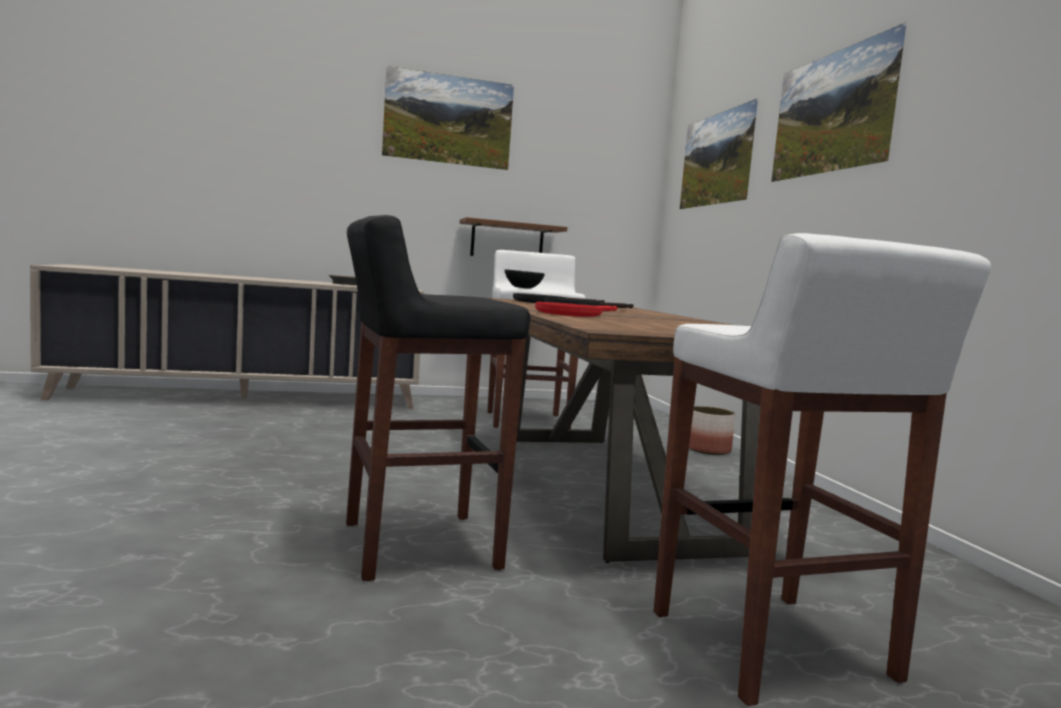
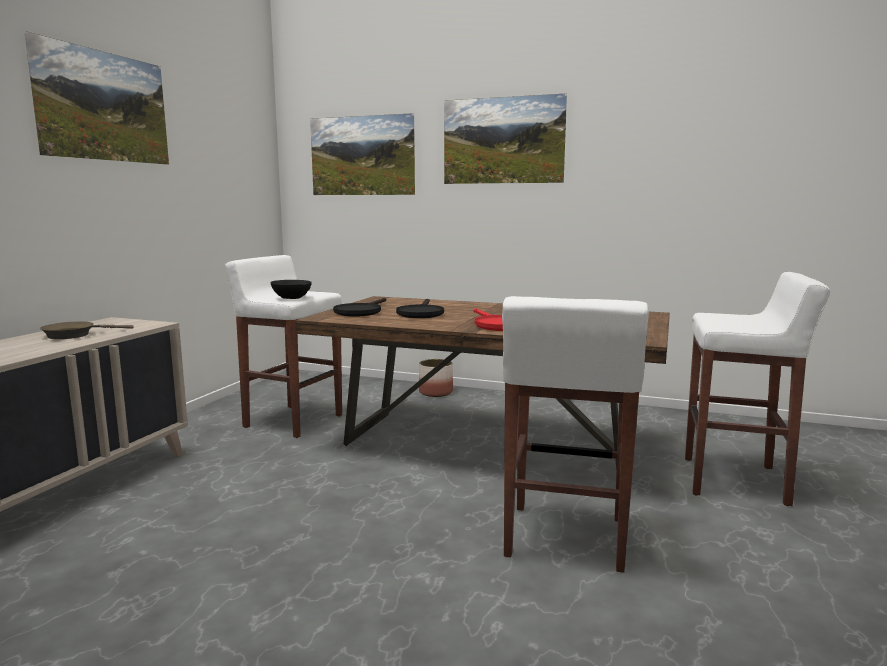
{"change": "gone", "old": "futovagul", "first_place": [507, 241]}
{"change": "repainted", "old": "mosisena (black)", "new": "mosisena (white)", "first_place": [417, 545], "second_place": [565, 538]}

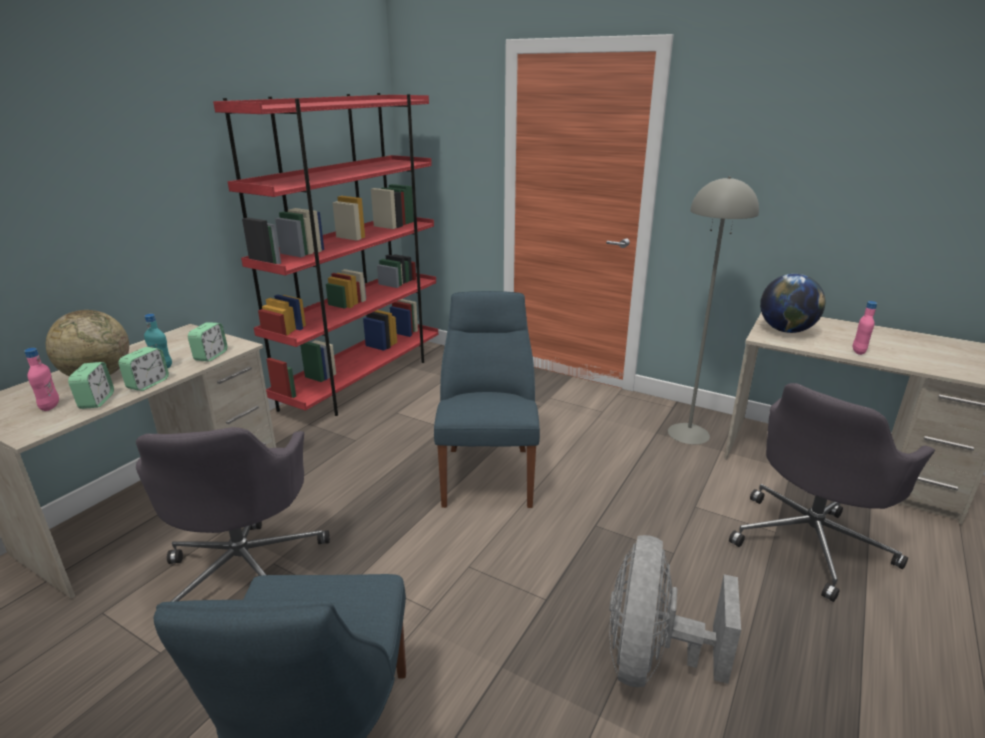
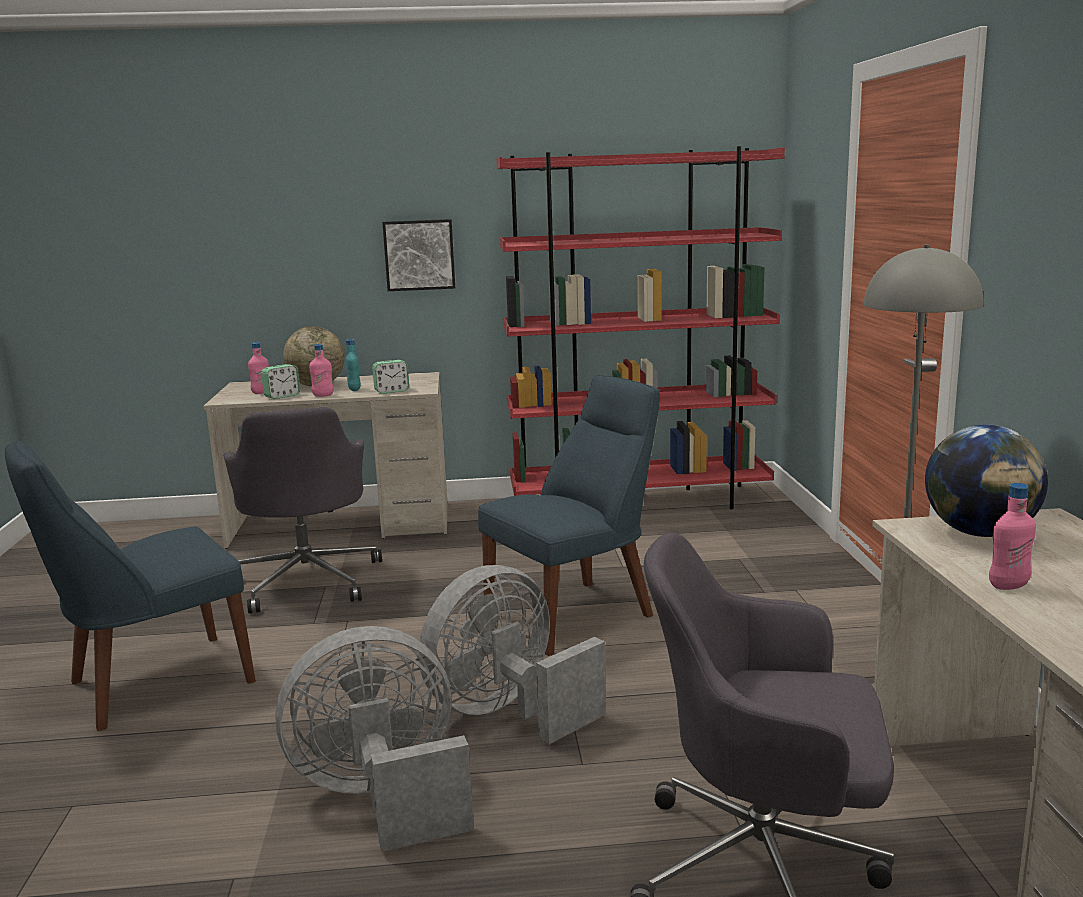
{"change": "new", "new": "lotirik", "second_place": [419, 255]}
{"change": "new", "new": "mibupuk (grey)", "second_place": [507, 712]}
{"change": "swapped", "old": "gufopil", "new": "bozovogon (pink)", "first_place": [148, 384], "second_place": [323, 395]}
{"change": "rotated", "old": "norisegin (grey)", "first_place": [246, 569], "second_place": [308, 580], "degrees": -60}

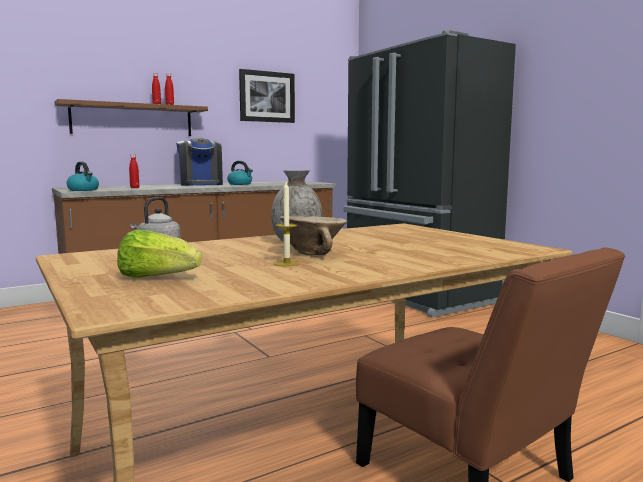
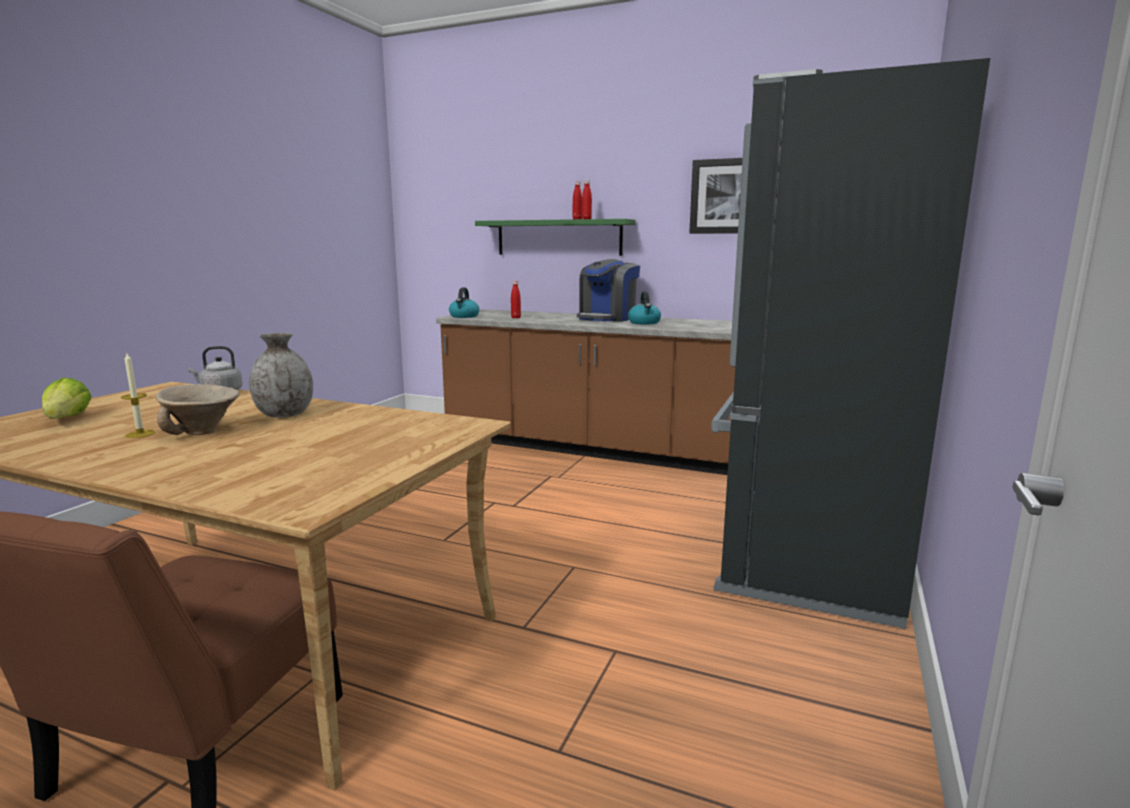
{"change": "repainted", "old": "futovagul (brown)", "new": "futovagul (green)", "first_place": [133, 120], "second_place": [558, 237]}

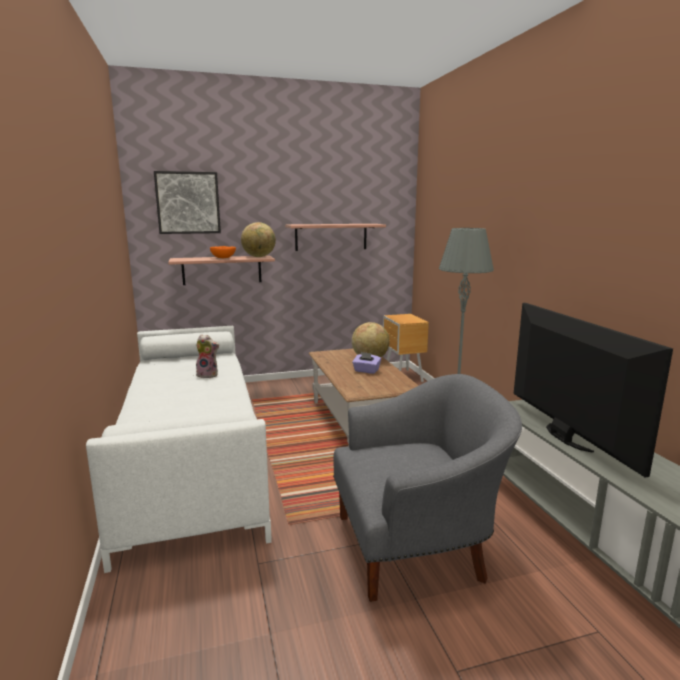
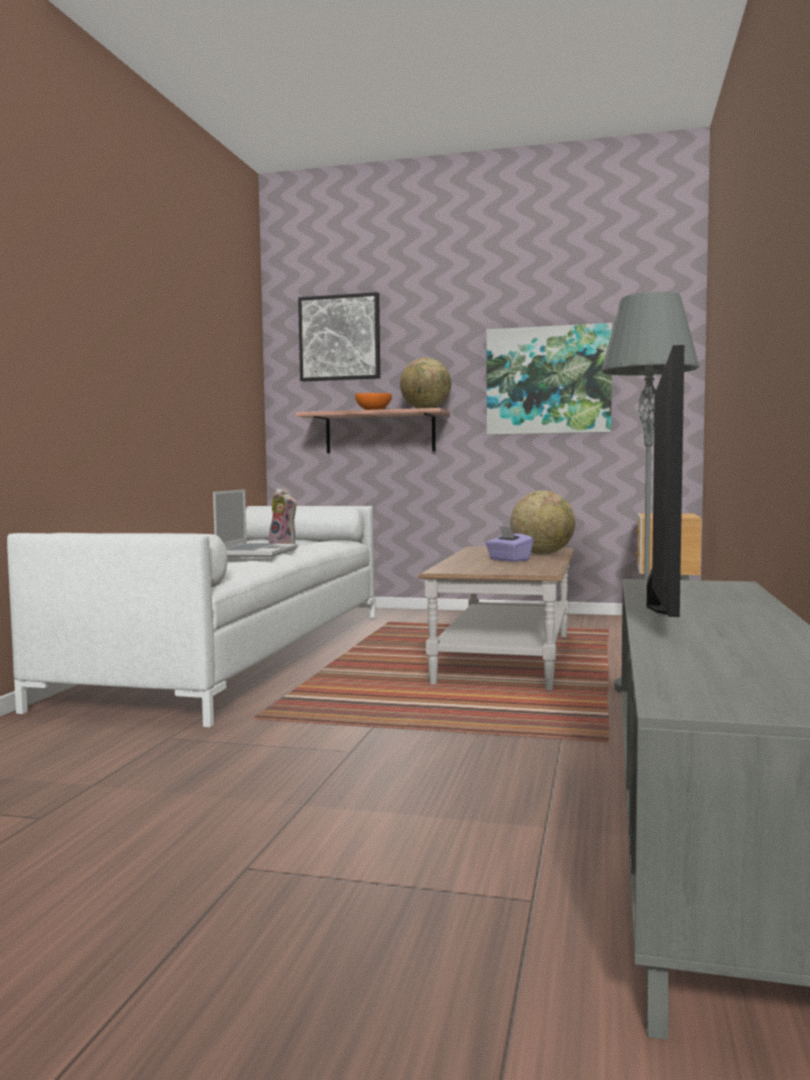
{"change": "gone", "old": "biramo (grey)", "first_place": [415, 547]}
{"change": "new", "new": "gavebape", "second_place": [256, 552]}
{"change": "swapped", "old": "futovagul", "new": "lotirik", "first_place": [331, 237], "second_place": [548, 380]}

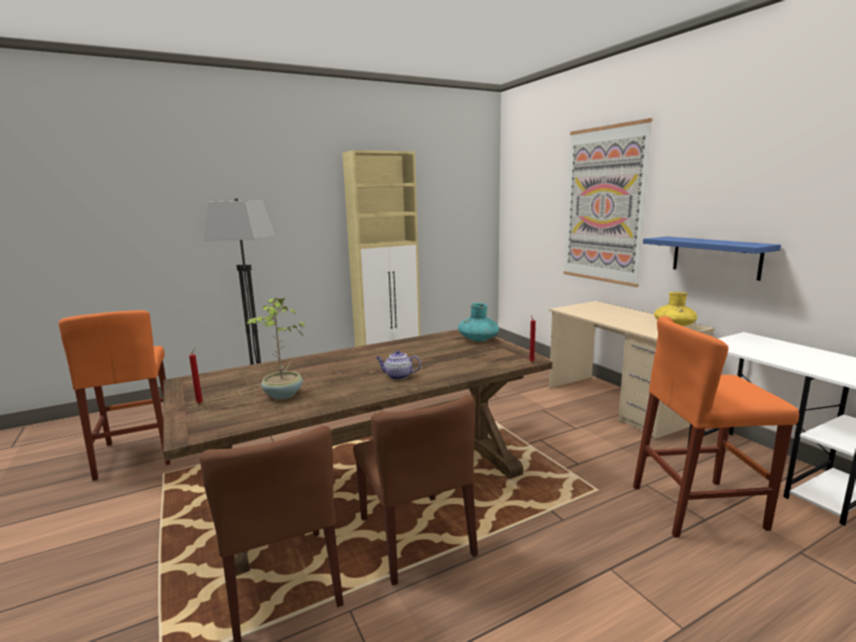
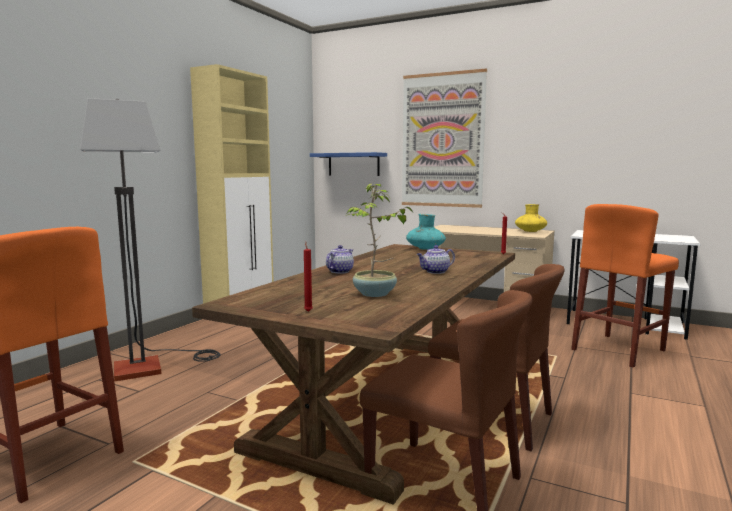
{"change": "new", "new": "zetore", "second_place": [340, 271]}
{"change": "shifted", "old": "futovagul (blue)", "first_place": [715, 257], "second_place": [353, 164]}

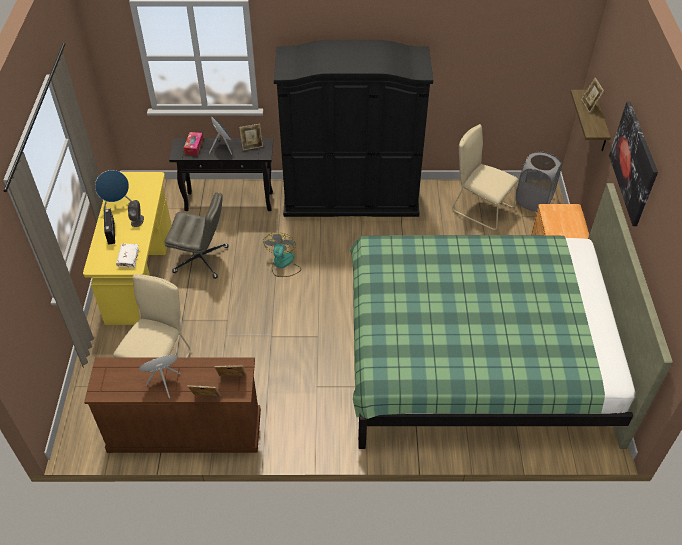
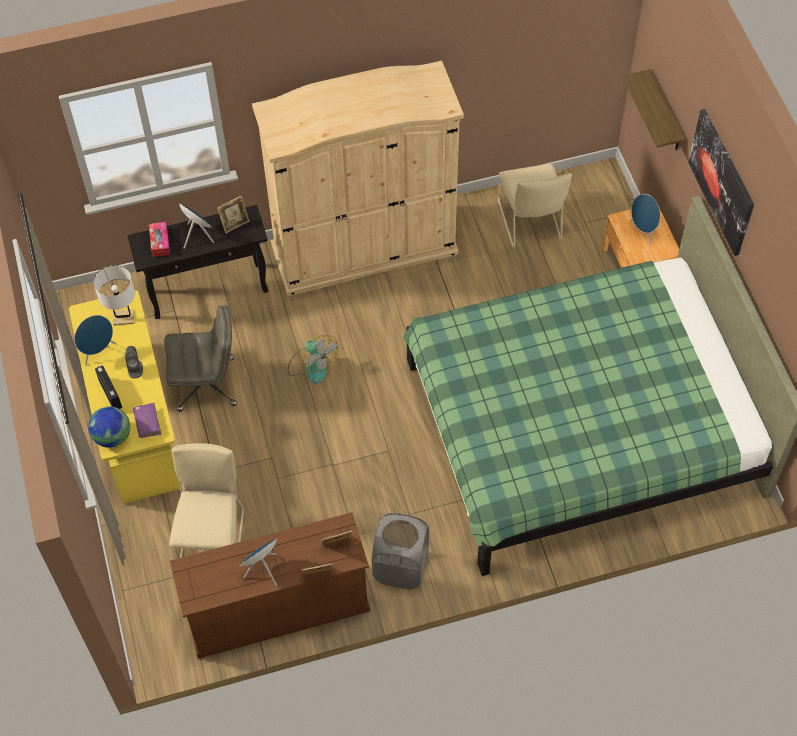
{"change": "gone", "old": "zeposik", "first_place": [589, 105]}
{"change": "new", "new": "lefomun", "second_place": [112, 436]}
{"change": "new", "new": "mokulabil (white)", "second_place": [123, 317]}
{"change": "new", "new": "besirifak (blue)", "second_place": [643, 231]}
{"change": "shifted", "old": "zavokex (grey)", "first_place": [533, 200], "second_place": [401, 567]}
{"change": "repainted", "old": "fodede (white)", "new": "fodede (purple)", "first_place": [128, 258], "second_place": [147, 423]}
{"change": "repainted", "old": "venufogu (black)", "new": "venufogu (beige)", "first_place": [351, 199], "second_place": [364, 249]}
{"change": "rotated", "old": "mibupuk", "first_place": [283, 264], "second_place": [311, 365], "degrees": 150}
{"change": "rotated", "old": "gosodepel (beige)", "first_place": [480, 208], "second_place": [530, 223], "degrees": -120}

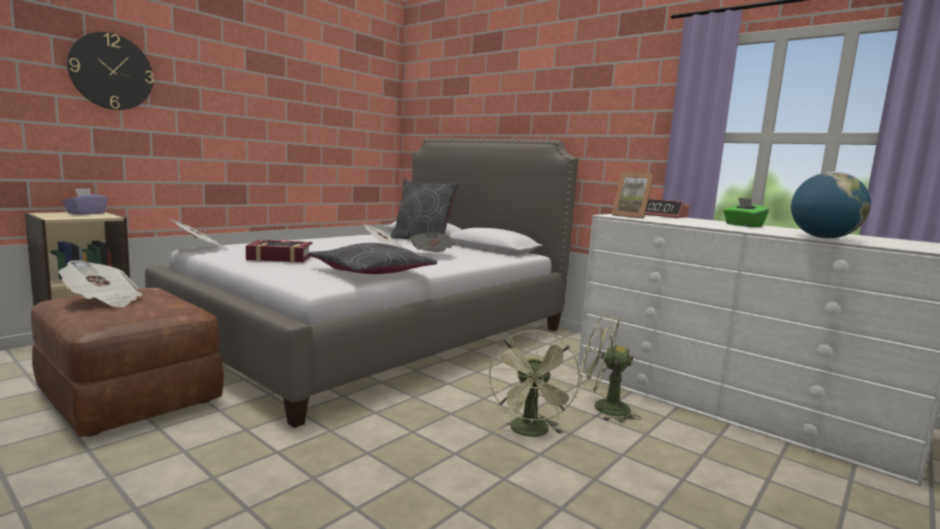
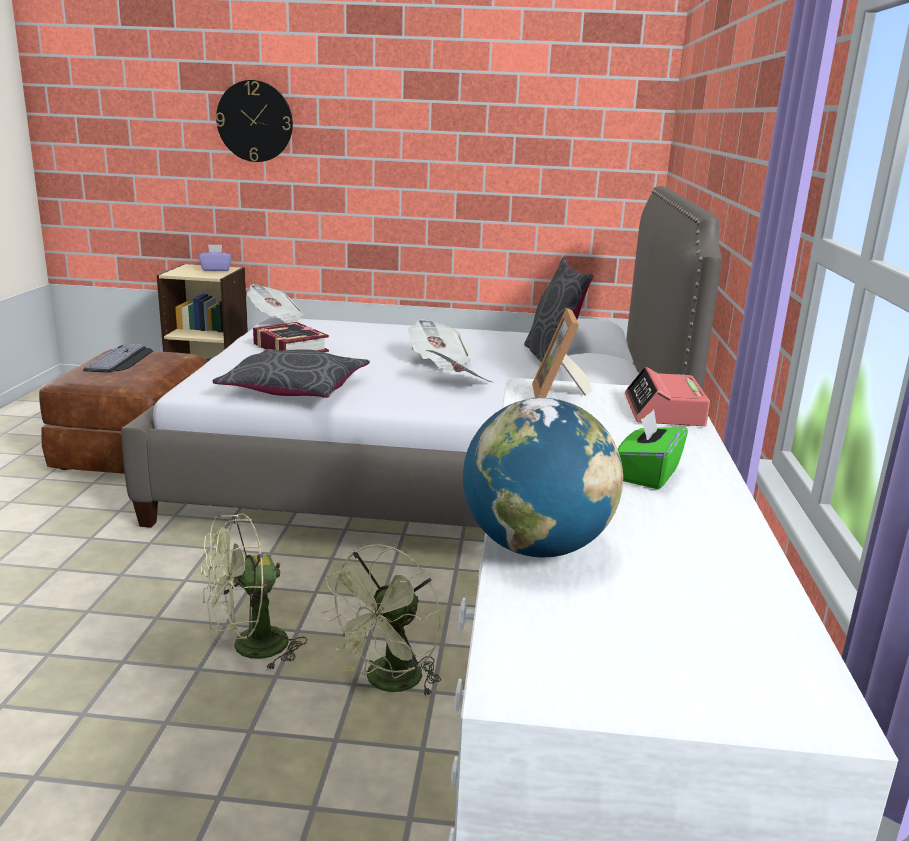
{"change": "swapped", "old": "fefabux", "new": "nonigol", "first_place": [103, 301], "second_place": [122, 359]}
{"change": "rotated", "old": "mibupuk (green)", "first_place": [602, 408], "second_place": [388, 683], "degrees": -135}

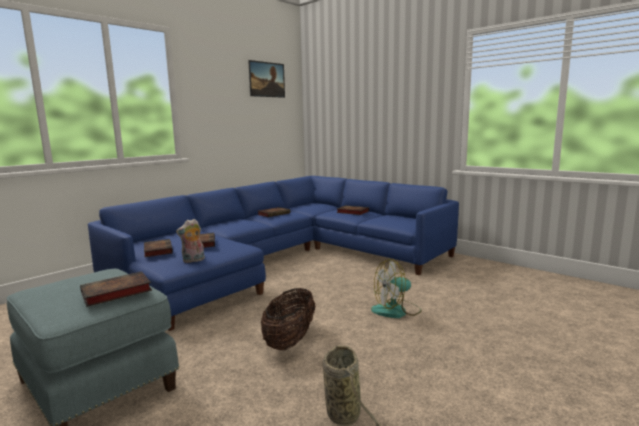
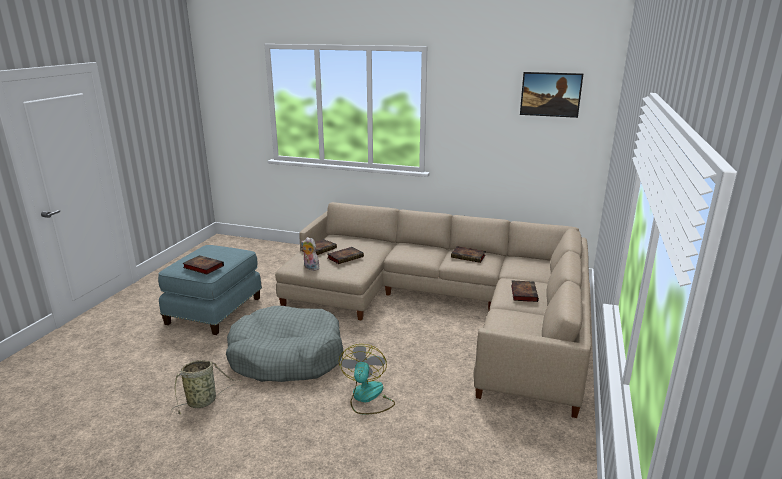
{"change": "swapped", "old": "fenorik", "new": "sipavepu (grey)", "first_place": [290, 340], "second_place": [286, 356]}
{"change": "repainted", "old": "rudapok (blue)", "new": "rudapok (beige)", "first_place": [282, 260], "second_place": [446, 306]}
{"change": "rotated", "old": "mibupuk", "first_place": [396, 311], "second_place": [367, 397], "degrees": 45}

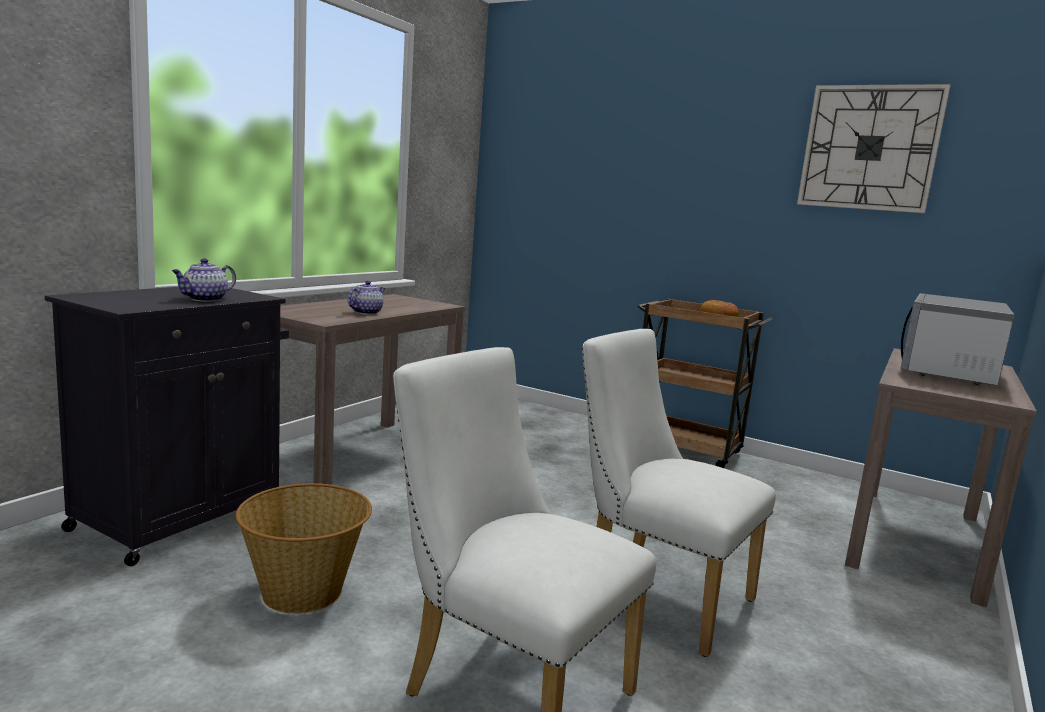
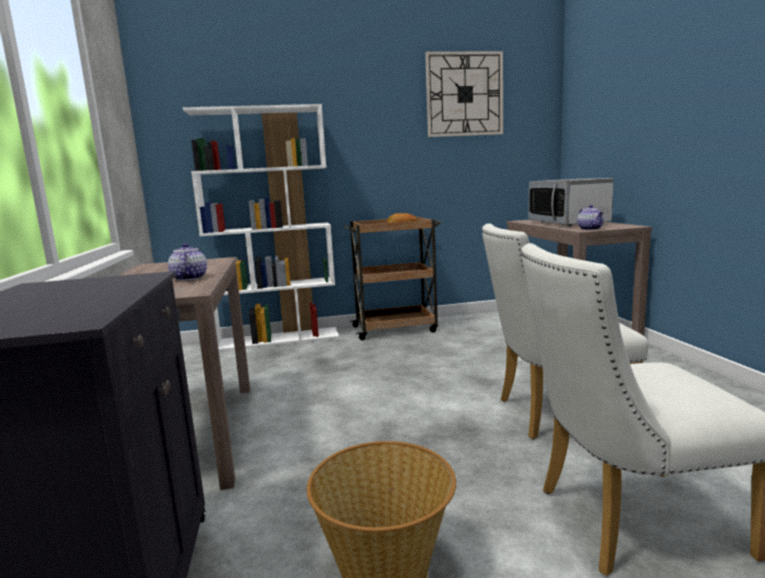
{"change": "new", "new": "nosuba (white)", "second_place": [279, 339]}
{"change": "shifted", "old": "zetore", "first_place": [205, 299], "second_place": [590, 229]}

